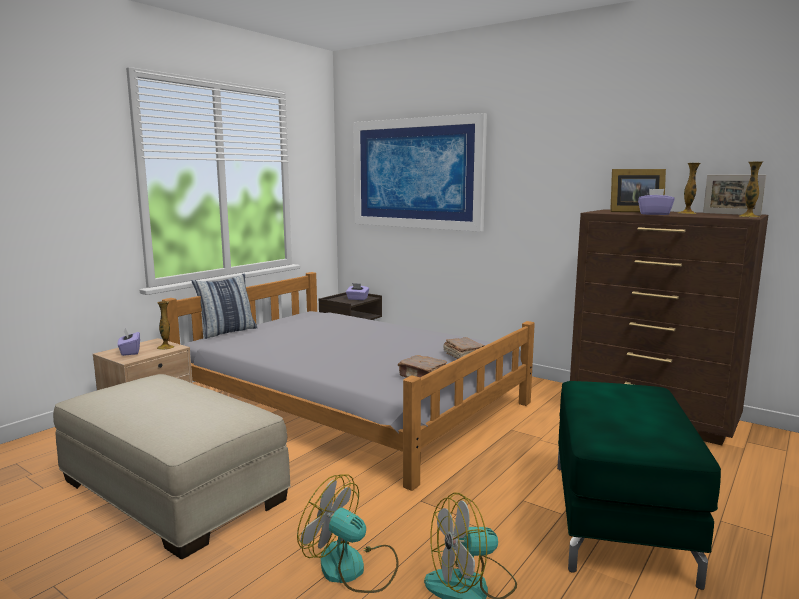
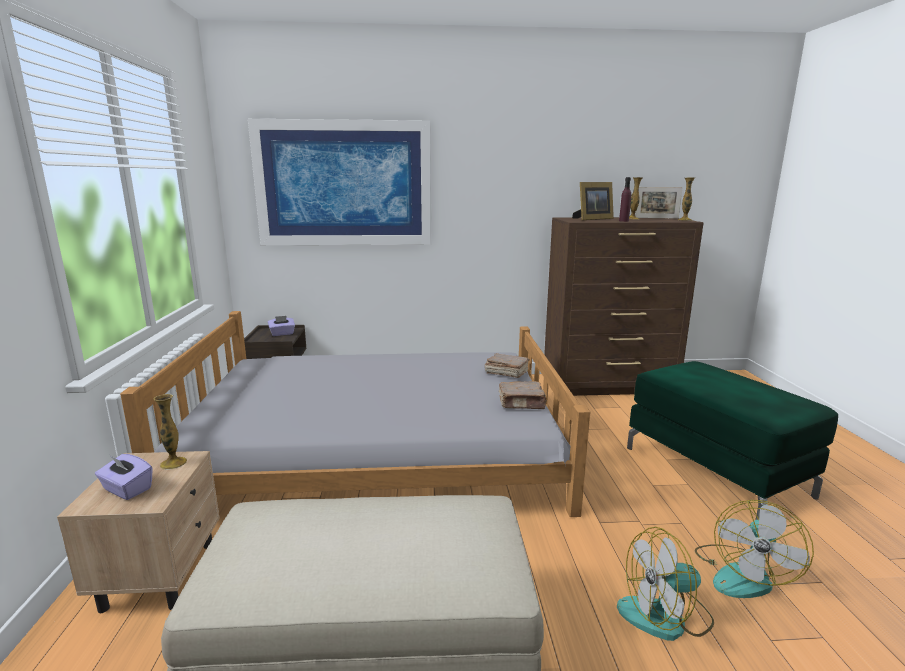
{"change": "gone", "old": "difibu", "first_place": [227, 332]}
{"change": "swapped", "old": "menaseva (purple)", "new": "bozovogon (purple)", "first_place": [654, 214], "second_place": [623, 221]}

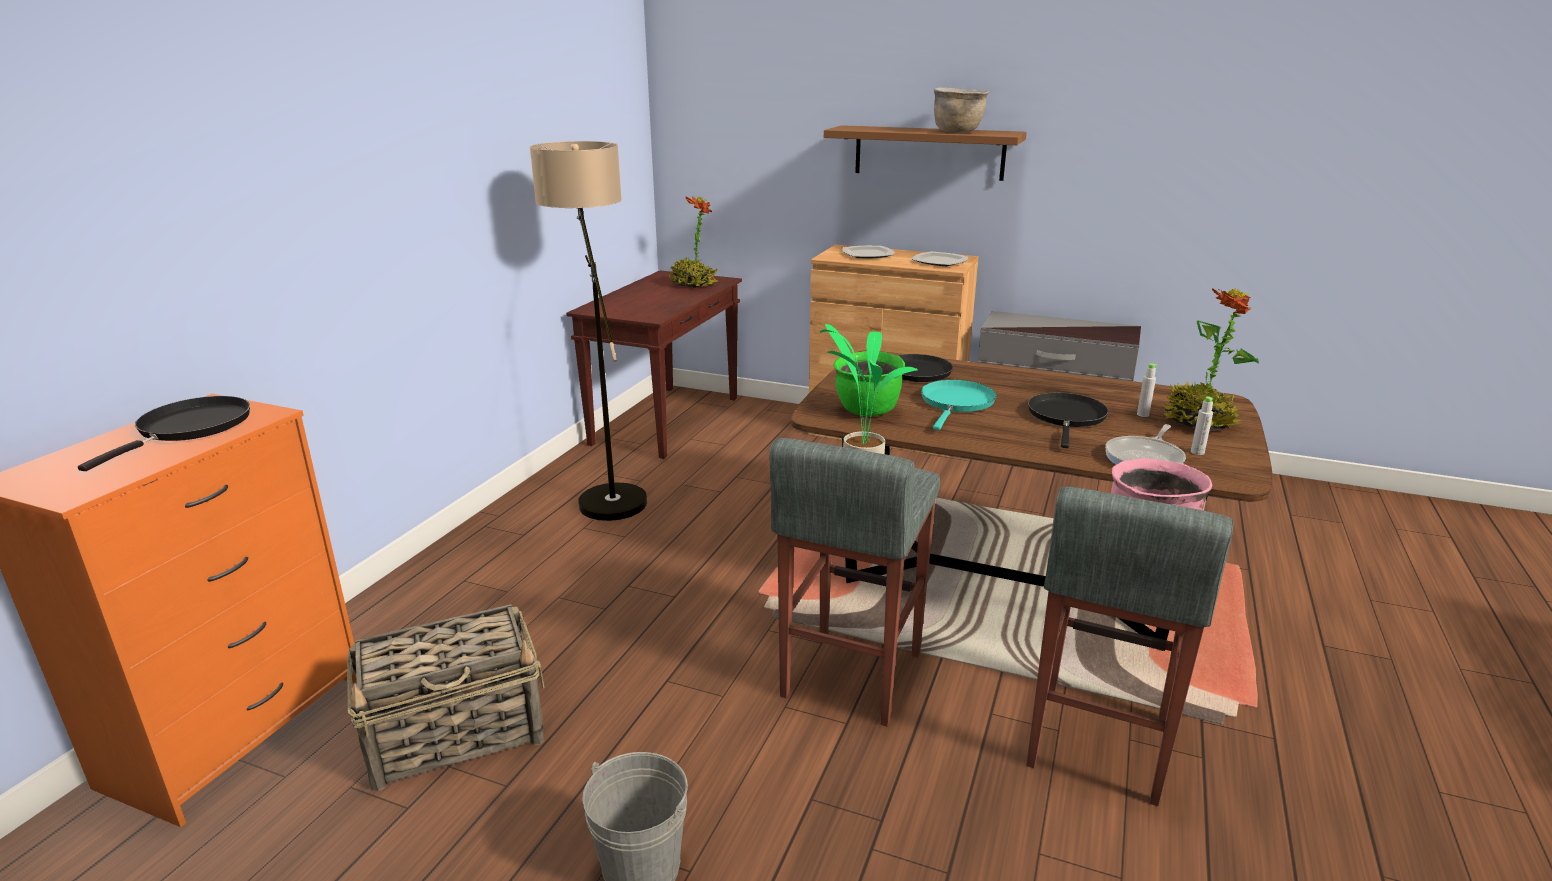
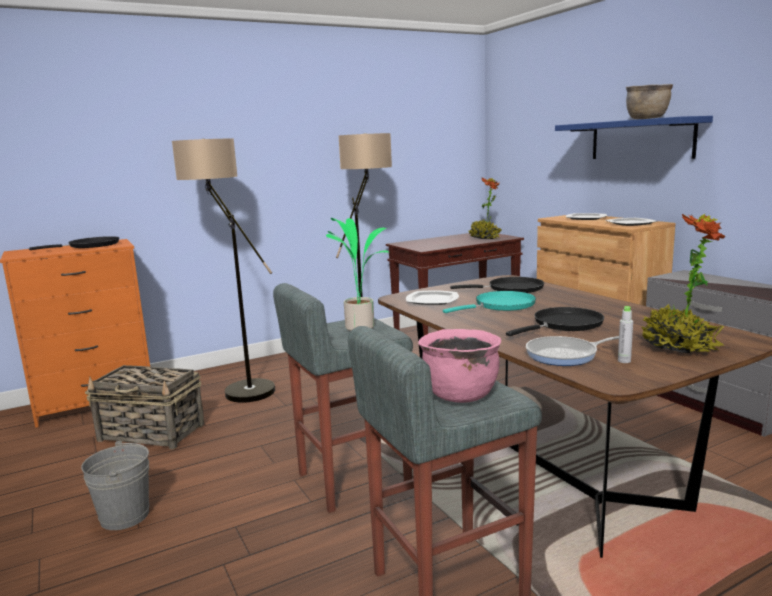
{"change": "gone", "old": "bozovogon (grey)", "first_place": [1143, 415]}
{"change": "new", "new": "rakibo", "second_place": [239, 387]}
{"change": "swapped", "old": "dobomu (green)", "new": "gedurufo", "first_place": [867, 411], "second_place": [432, 300]}
{"change": "repainted", "old": "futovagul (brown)", "new": "futovagul (blue)", "first_place": [929, 152], "second_place": [641, 139]}

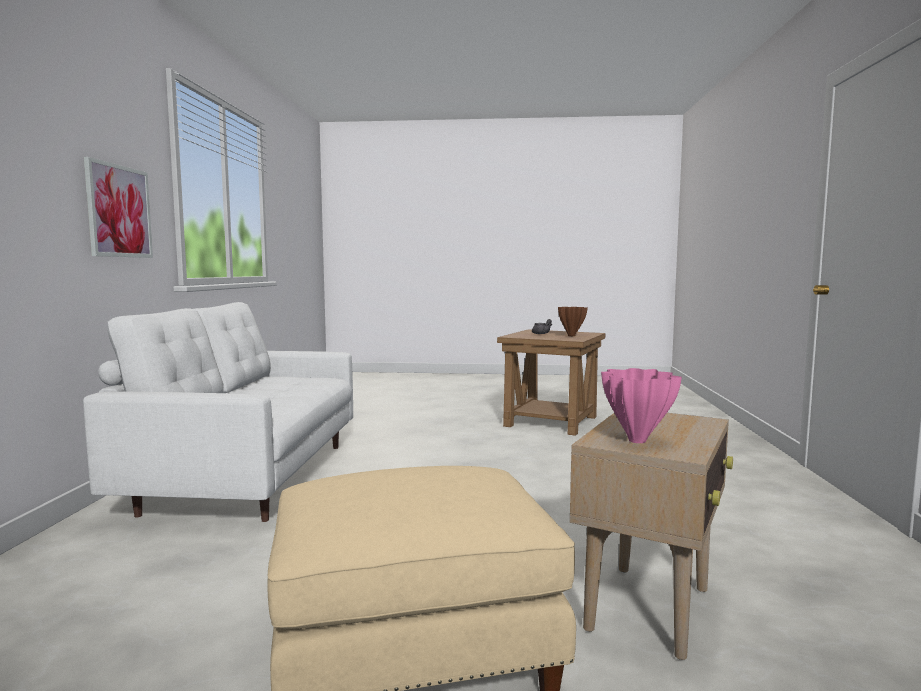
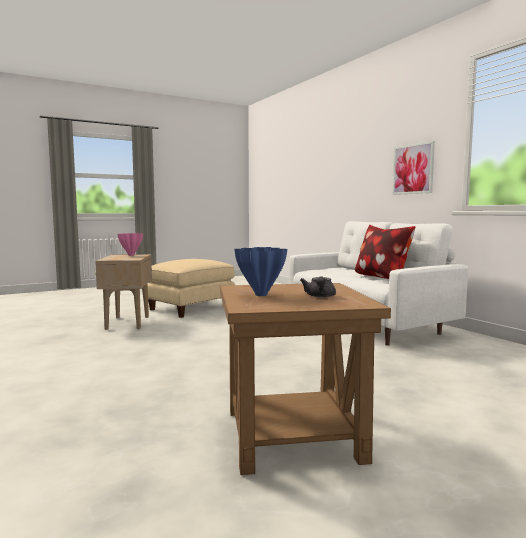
{"change": "new", "new": "difibu", "second_place": [381, 277]}
{"change": "repainted", "old": "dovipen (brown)", "new": "dovipen (blue)", "first_place": [572, 335], "second_place": [260, 295]}

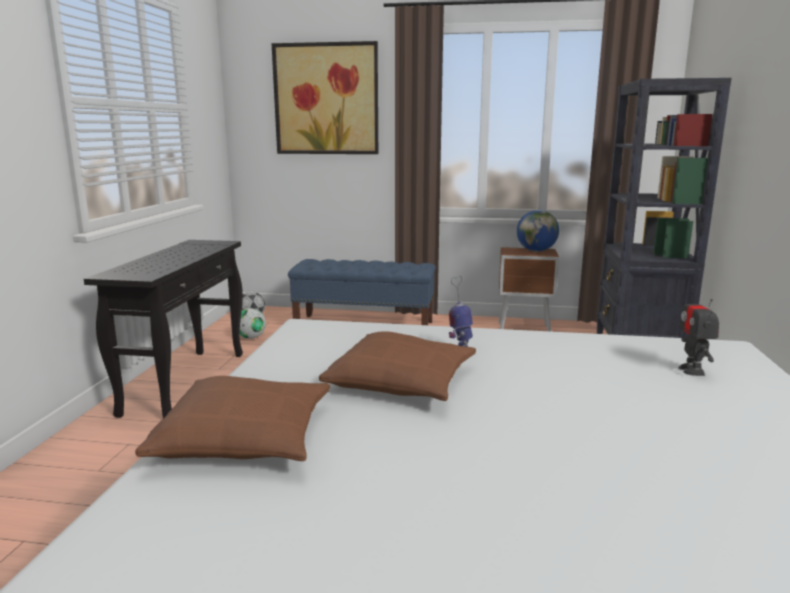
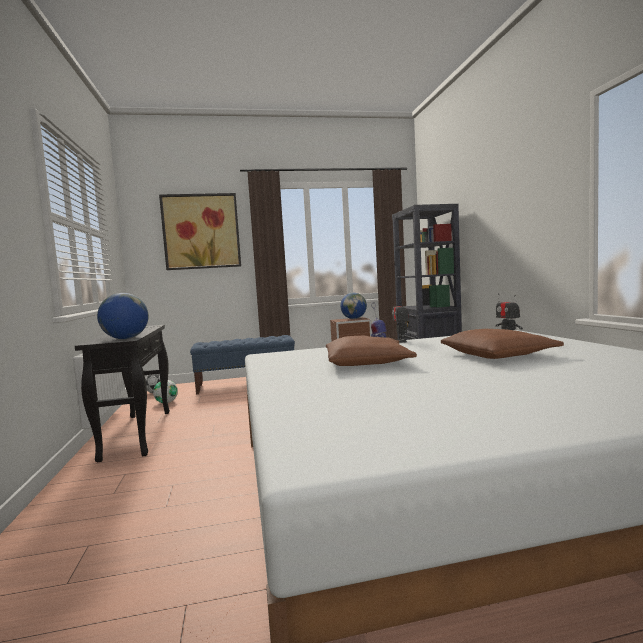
{"change": "new", "new": "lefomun", "second_place": [126, 338]}
{"change": "new", "new": "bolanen", "second_place": [401, 341]}
{"change": "shifted", "old": "difibu (brown)", "first_place": [245, 437], "second_place": [498, 355]}

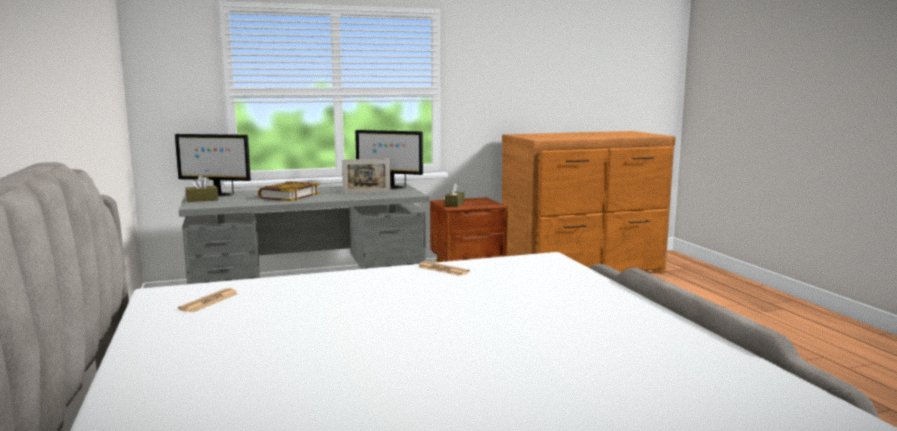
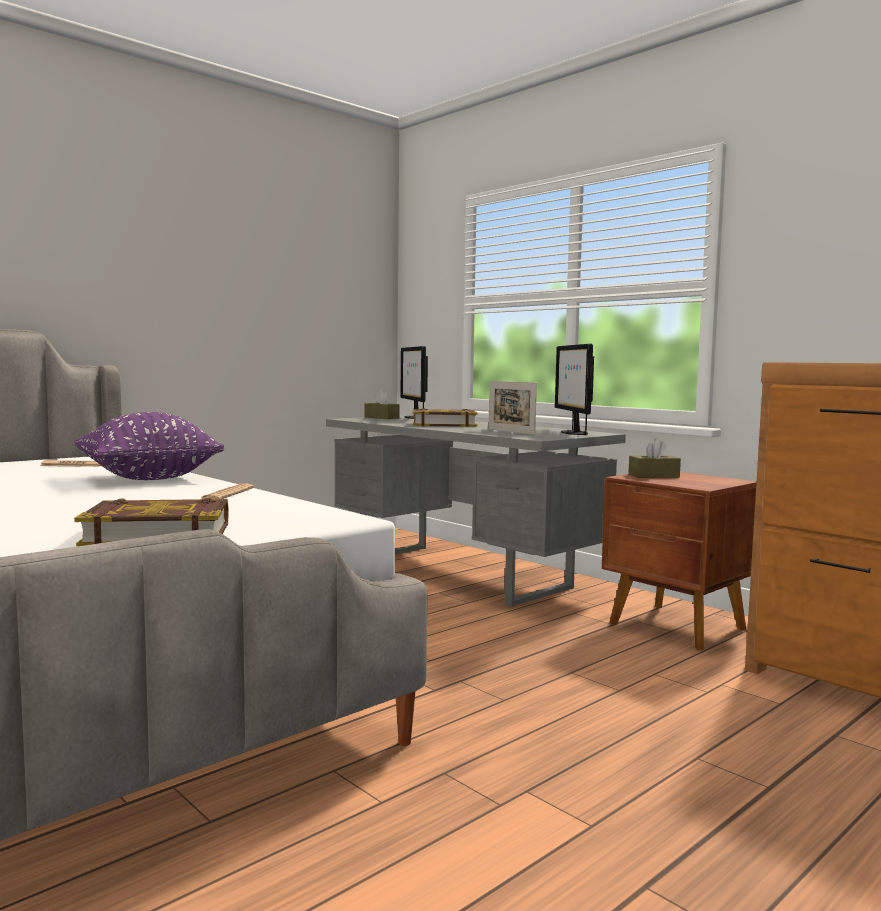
{"change": "new", "new": "difibu (purple)", "second_place": [149, 478]}
{"change": "new", "new": "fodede", "second_place": [158, 534]}

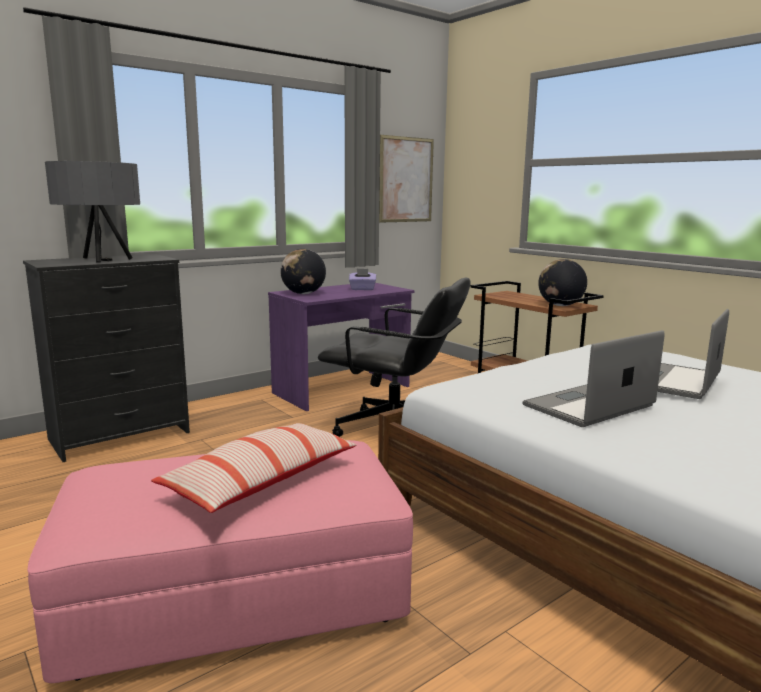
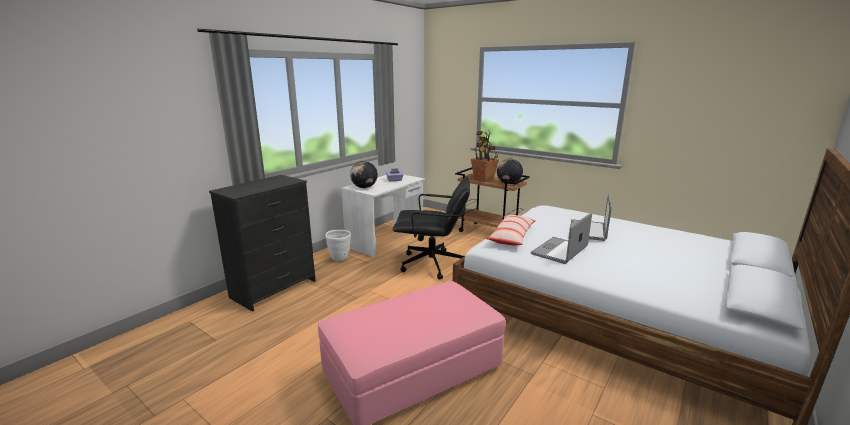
{"change": "gone", "old": "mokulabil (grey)", "first_place": [102, 260]}
{"change": "gone", "old": "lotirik", "first_place": [406, 180]}
{"change": "new", "new": "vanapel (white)", "second_place": [340, 258]}
{"change": "new", "new": "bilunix", "second_place": [483, 179]}
{"change": "shifted", "old": "difibu", "first_place": [261, 482], "second_place": [511, 237]}
{"change": "repainted", "old": "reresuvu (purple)", "new": "reresuvu (white)", "first_place": [343, 390], "second_place": [386, 240]}

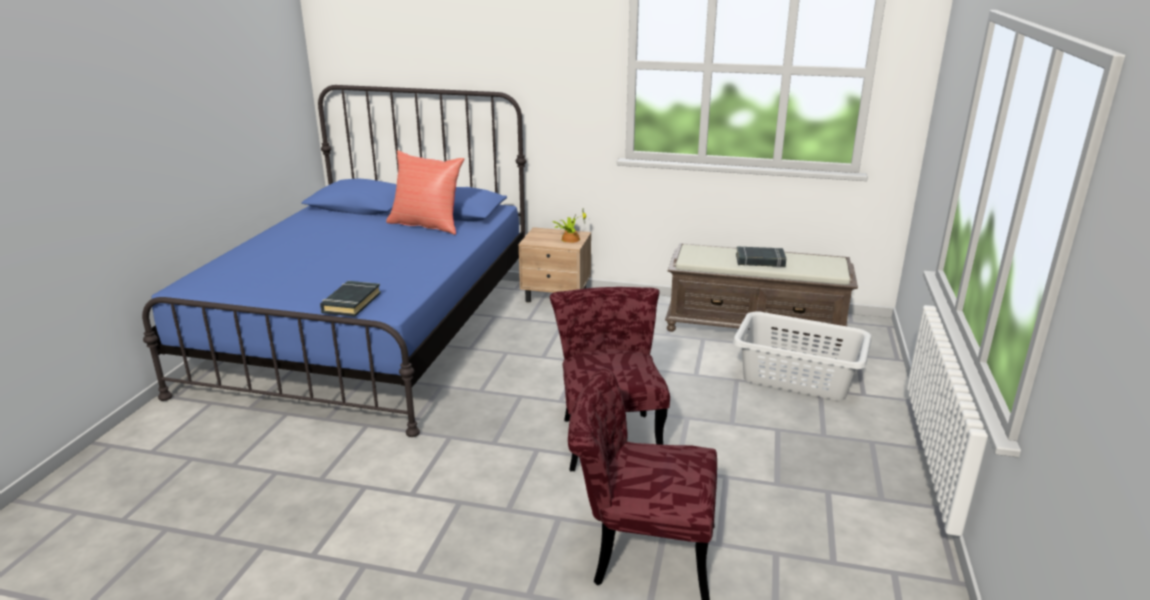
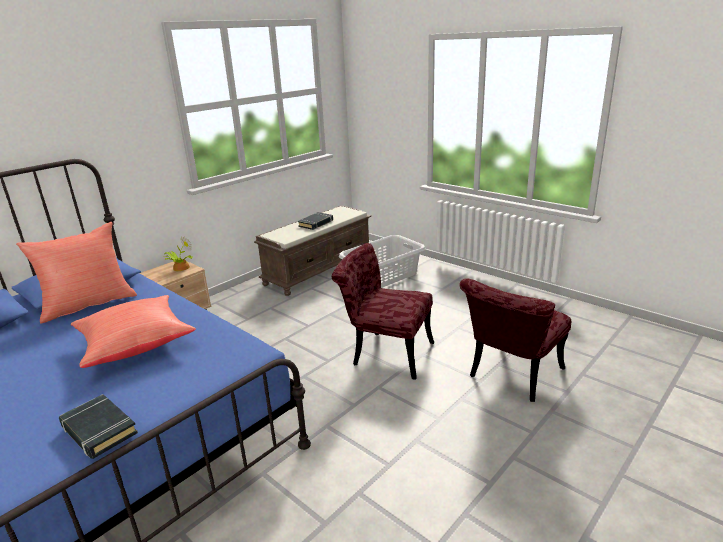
{"change": "new", "new": "difibu (red)", "second_place": [135, 344]}
{"change": "shifted", "old": "fodede (black)", "first_place": [351, 303], "second_place": [99, 430]}

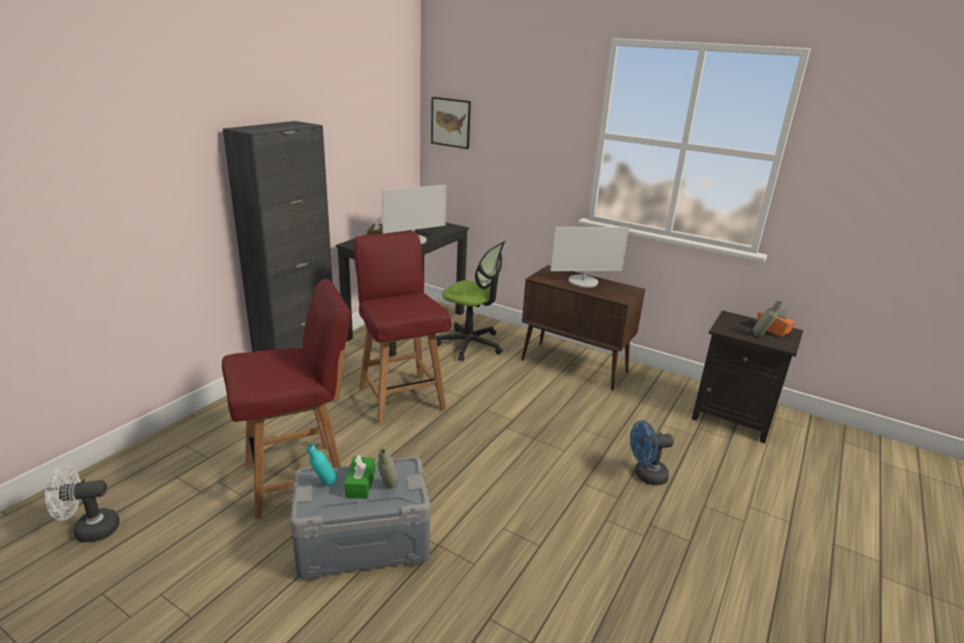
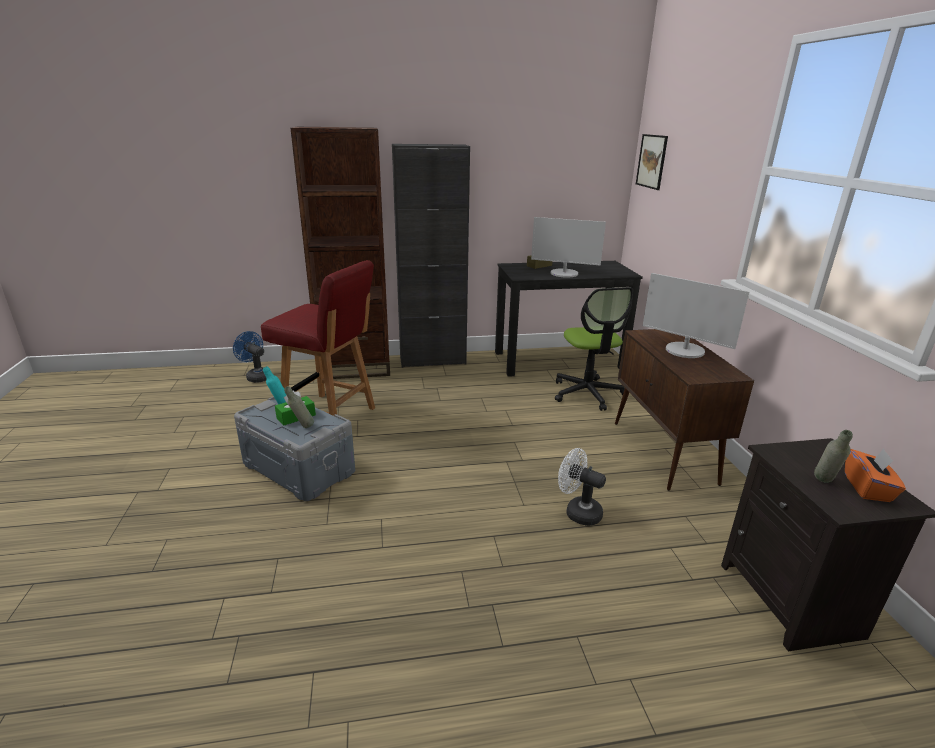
{"change": "gone", "old": "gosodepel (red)", "first_place": [401, 397]}
{"change": "new", "new": "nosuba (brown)", "second_place": [355, 367]}
{"change": "shifted", "old": "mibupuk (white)", "first_place": [89, 530], "second_place": [578, 512]}
{"change": "shifted", "old": "mibupuk (blue)", "first_place": [645, 476], "second_place": [256, 376]}

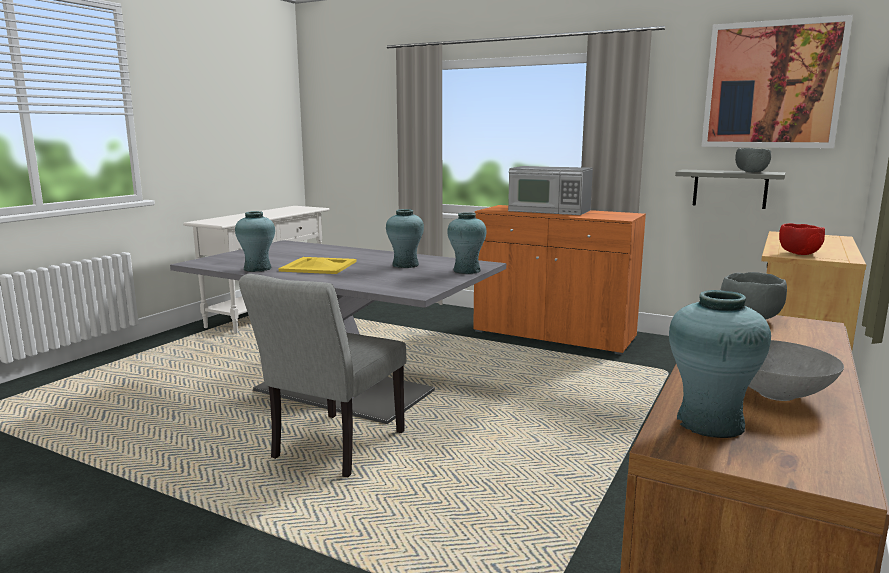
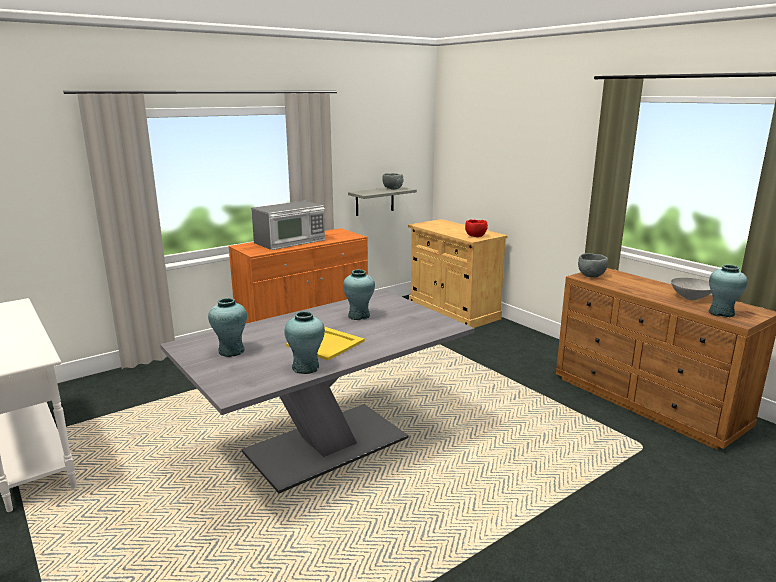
{"change": "gone", "old": "gosodepel (grey)", "first_place": [332, 449]}
{"change": "gone", "old": "lotirik", "first_place": [772, 85]}
{"change": "shifted", "old": "dovipen (turquoise)", "first_place": [466, 271], "second_place": [231, 351]}

